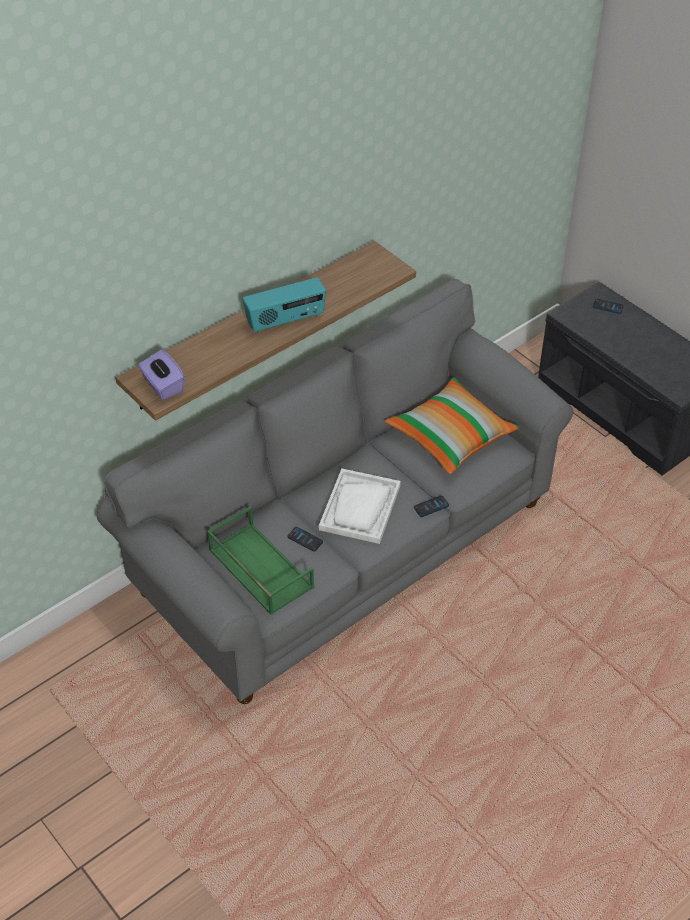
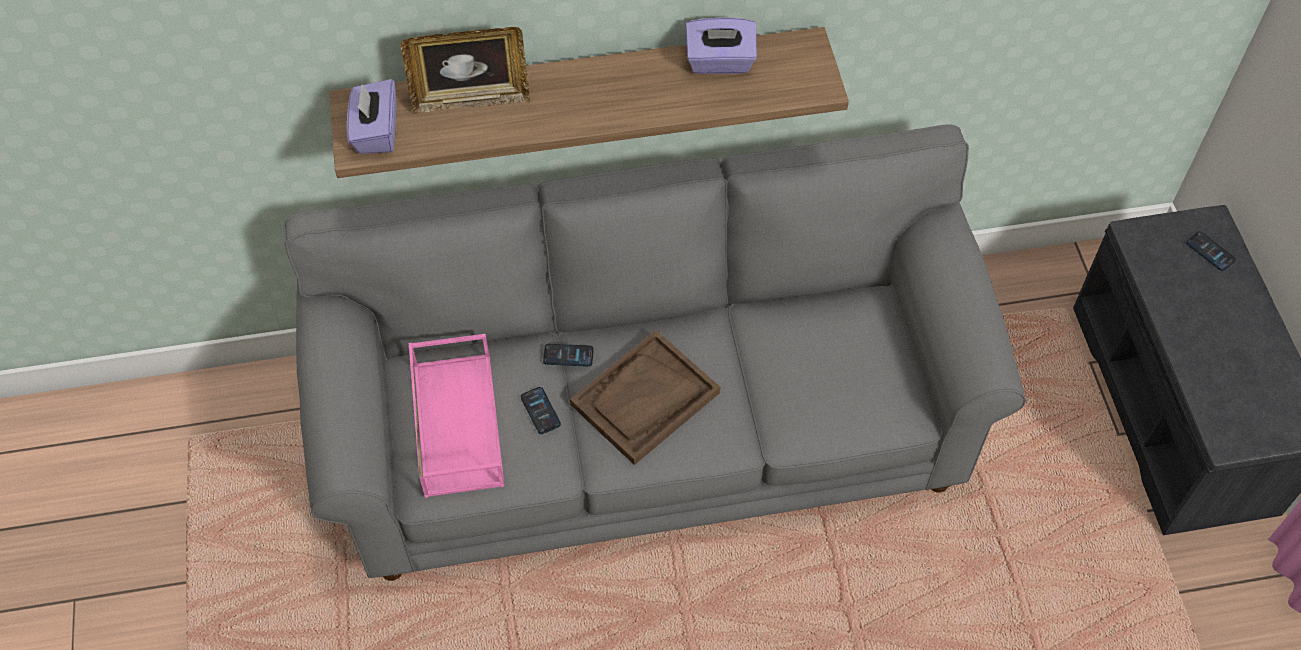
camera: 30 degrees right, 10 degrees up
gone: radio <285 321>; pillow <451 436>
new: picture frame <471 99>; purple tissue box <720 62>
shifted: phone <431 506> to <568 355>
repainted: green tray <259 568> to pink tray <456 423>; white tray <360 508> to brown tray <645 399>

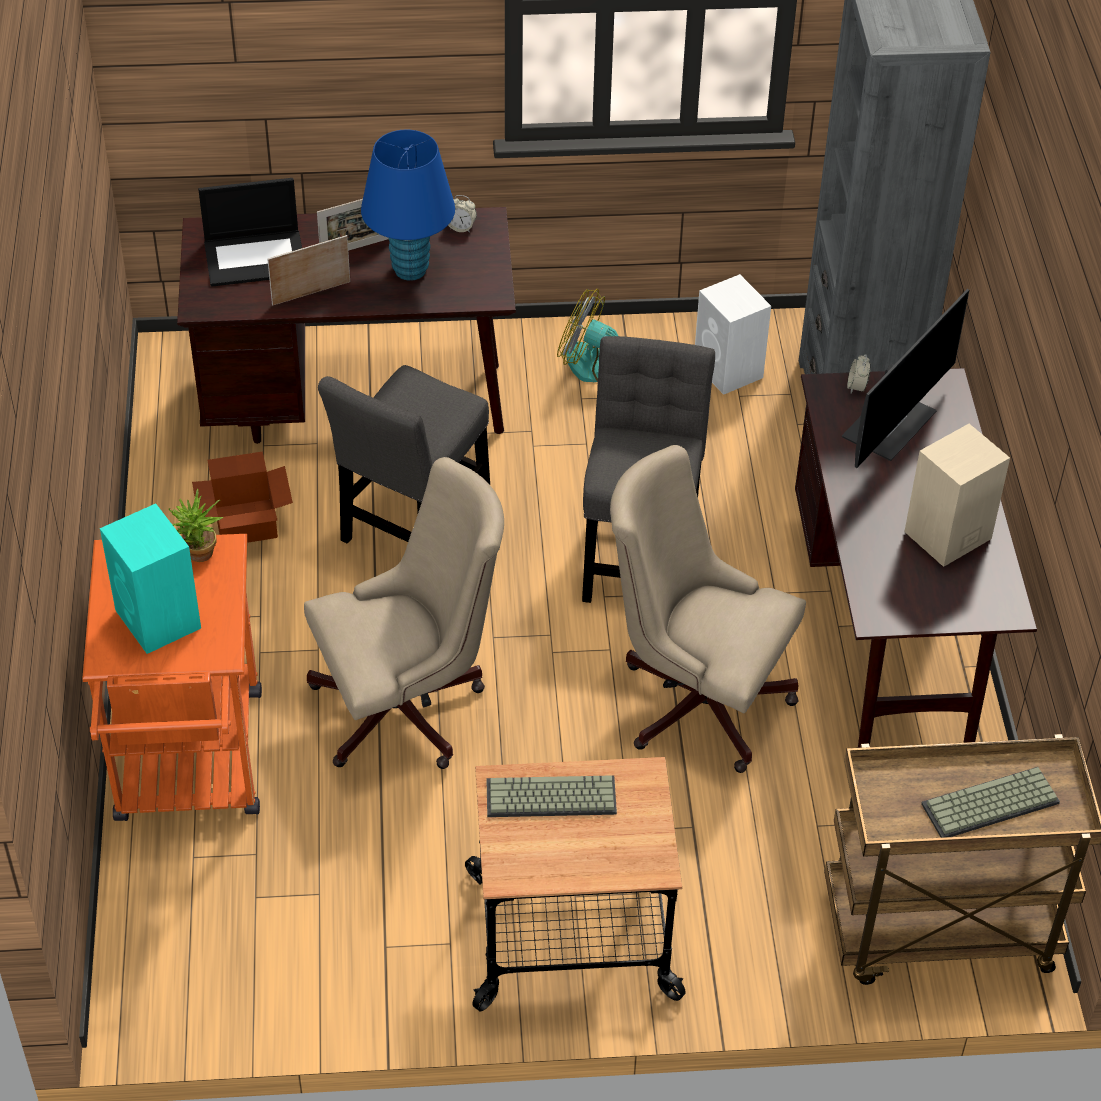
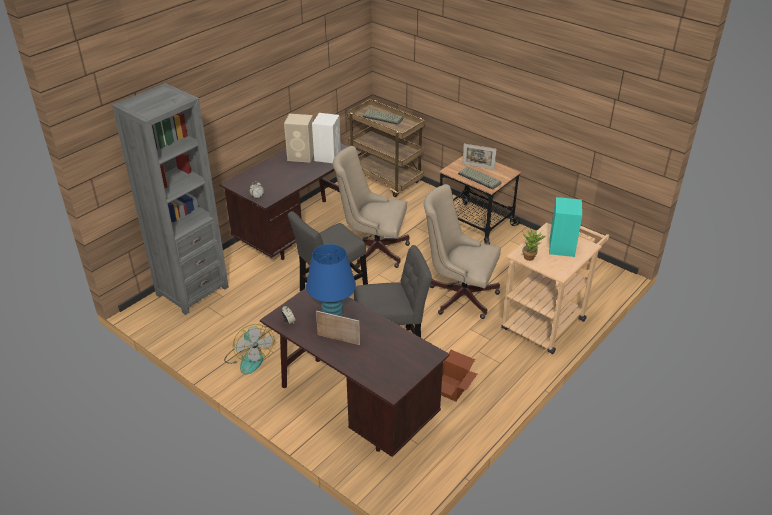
camera: 135 degrees left, 10 degrees down
gone: laptop <256 257>; monitor <889 424>
shifted: white speaker <729 371> to <327 156>; picture frame <311 293> to <478 166>
repainted: orange cart <189 769> to beige cart <547 320>
rotated: beige office chair <695 698> = <372 249> 120 degrees clockwise

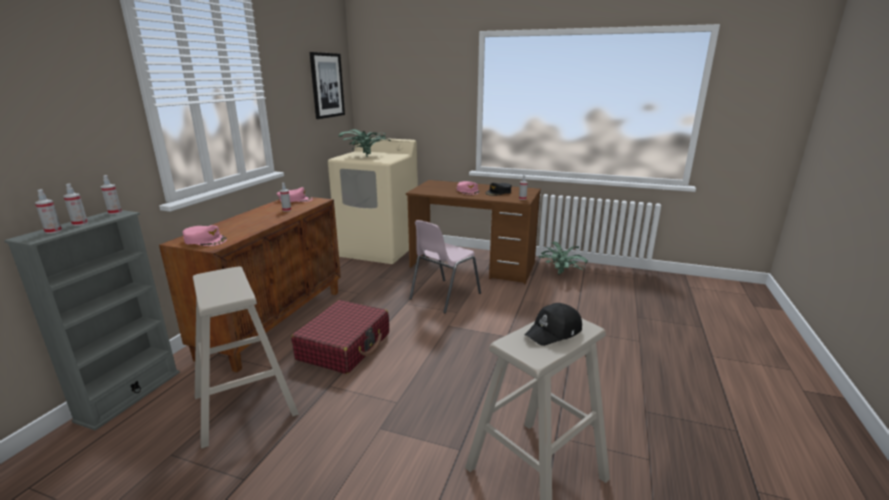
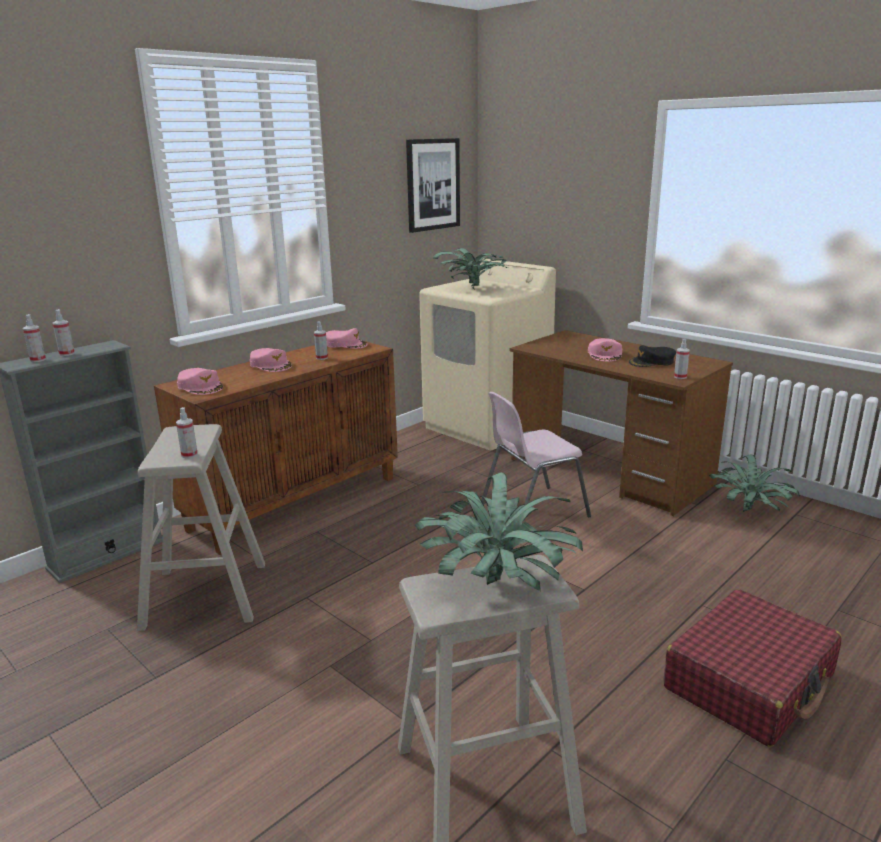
camera: 25 degrees right, 0 degrees up
new: pink cap <271 365>
shifted: spray bottle <115 212> to <189 455>; red suitcase <345 346> to <749 682>
swapped: black cap <554 332> to potted plant <499 585>

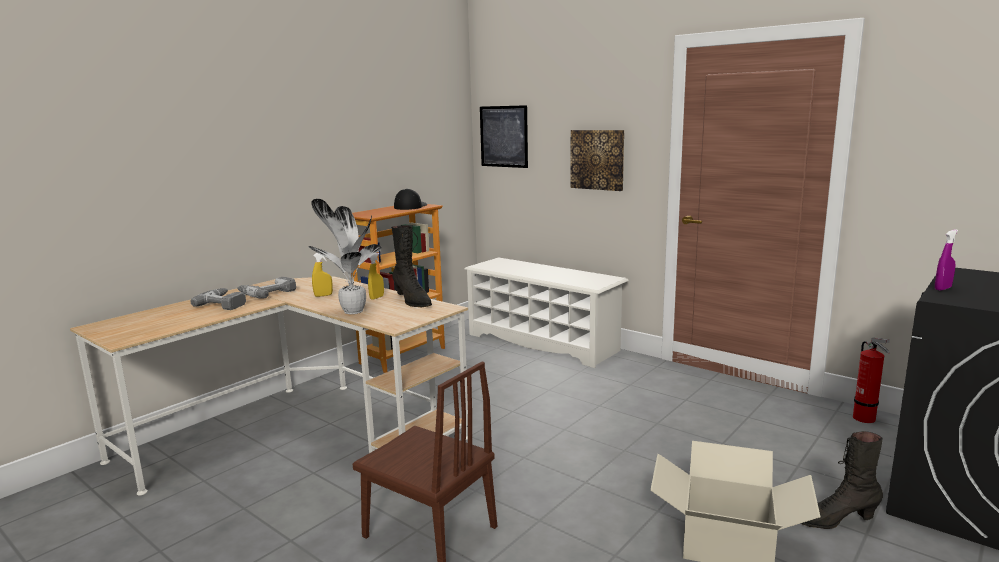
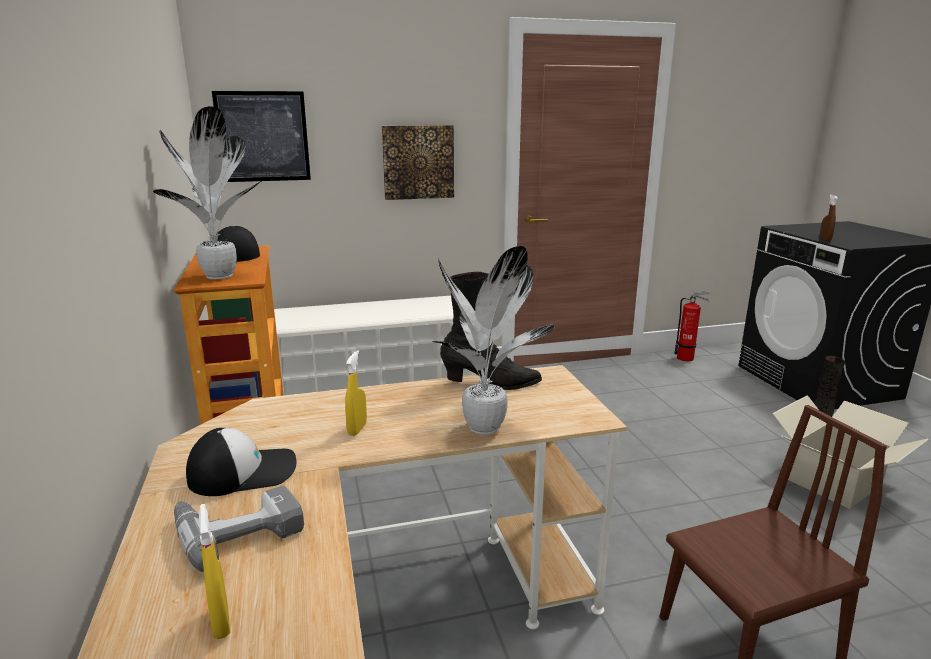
camera: 55 degrees left, 5 degrees up
new: potted plant <220 277>
shifted: yellow spray bottle <377 297> to <221 622>
swapped: power drill <266 293> to cap <244 471>
repainted: purple spray bottle <942 288> to brown spray bottle <825 239>

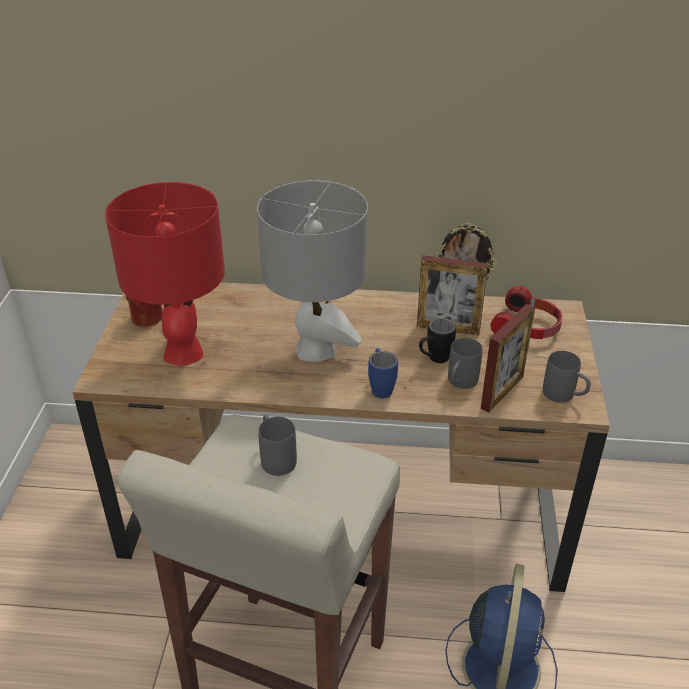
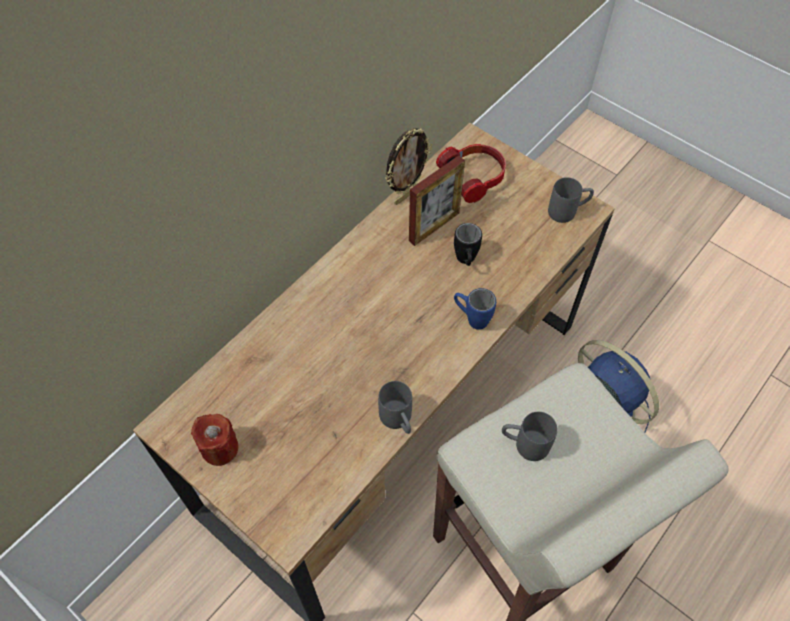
camera: 55 degrees left, 20 degrees up
gone: red table lamp <183 352>; grey table lamp <316 350>; picture frame <502 392>
shifted: grey mug <459 383> to <398 421>

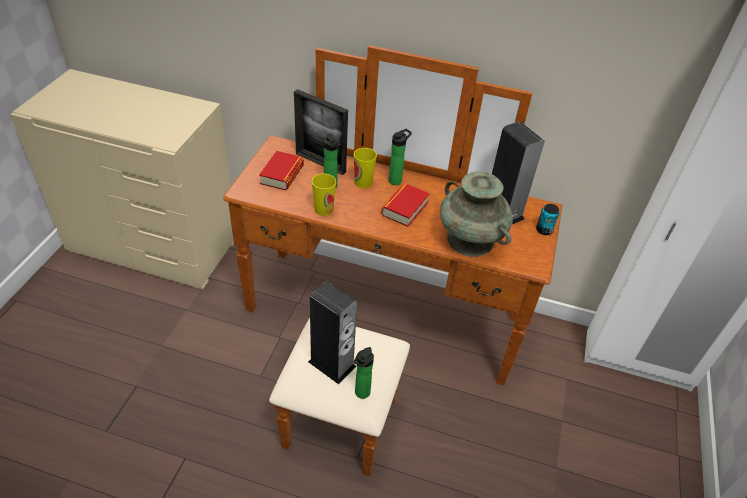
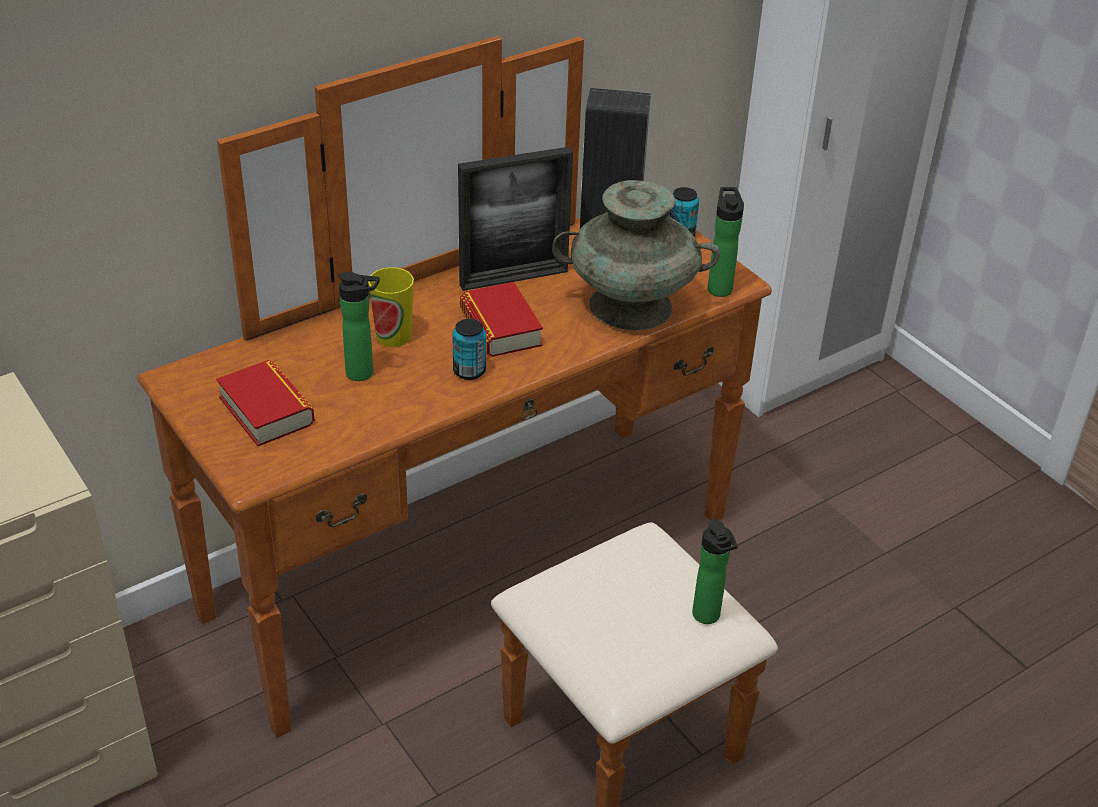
camera: 50 degrees left, 5 degrees down
gone: speaker <332 364>; cup <323 209>
new: can <469 371>
shifted: picture frame <320 163> to <513 278>; bottle <396 180> to <719 287>

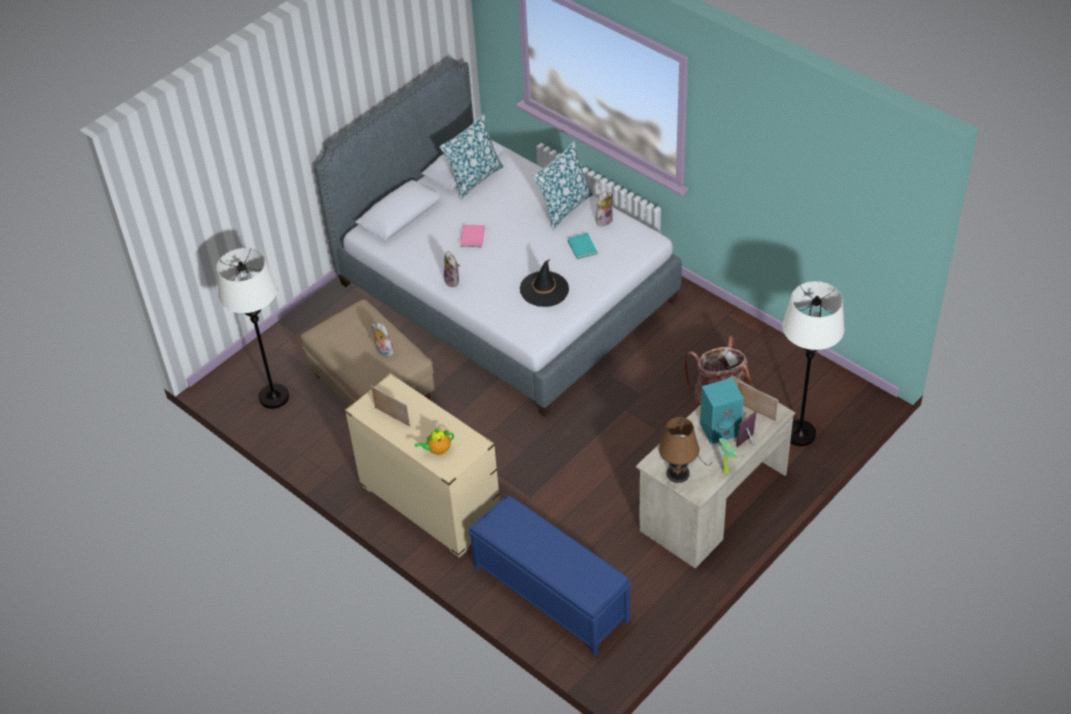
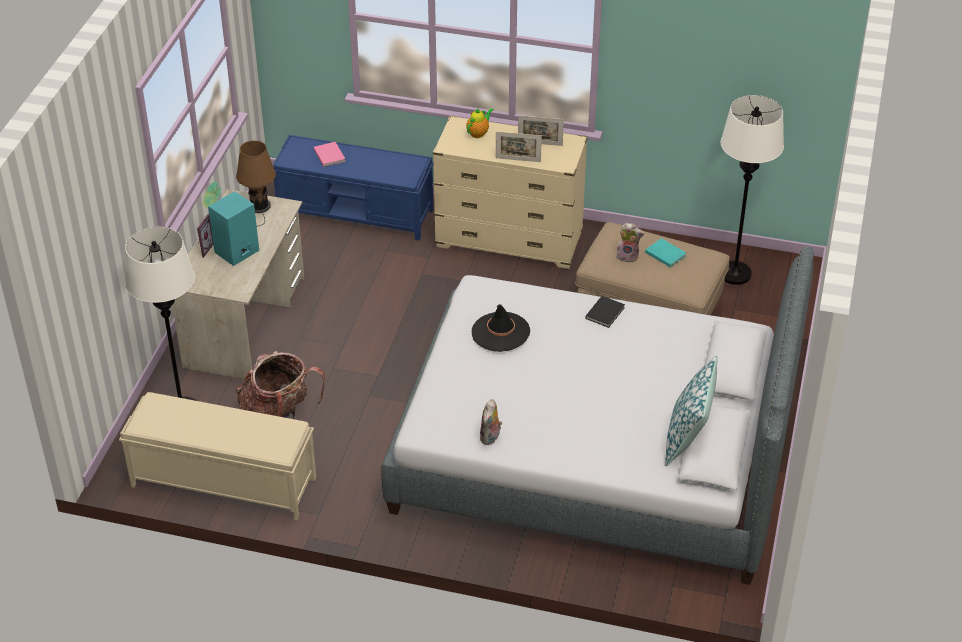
camera: 150 degrees right, 5 degrees down
gone: pillow <564 207>
new: beige bench <222 481>
shifted: pink book <472 237> to <329 155>; picture frame <756 411> to <518 160>; turquoise book <582 248> to <665 253>
swapped: plush toy <453 281> to black book <606 312>

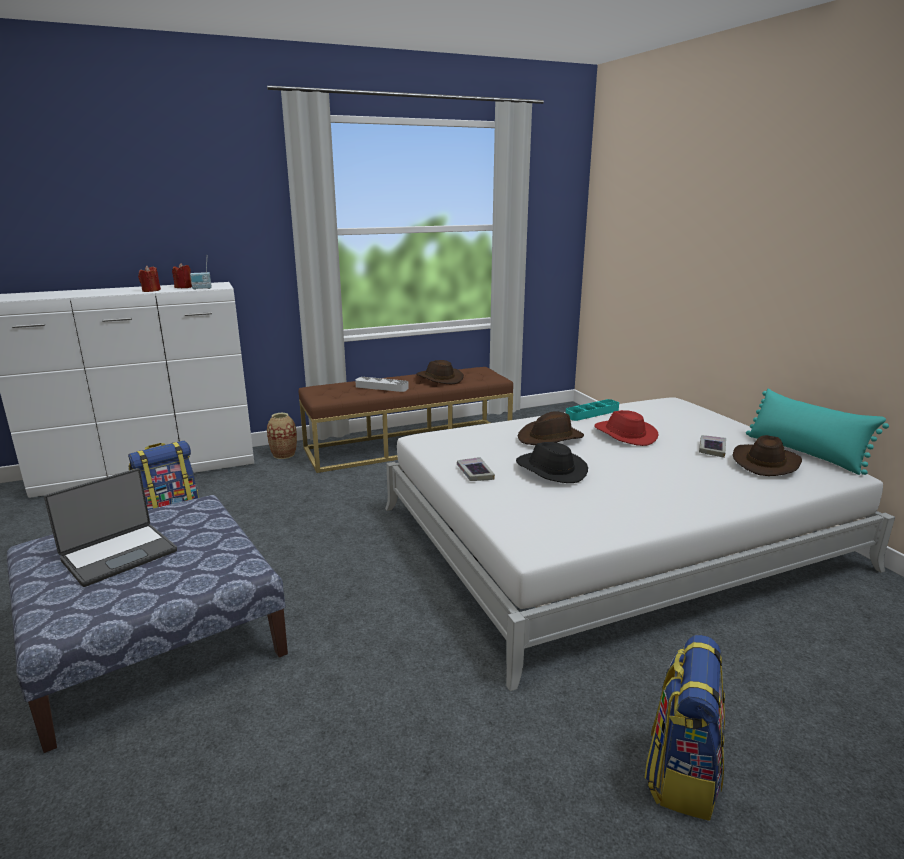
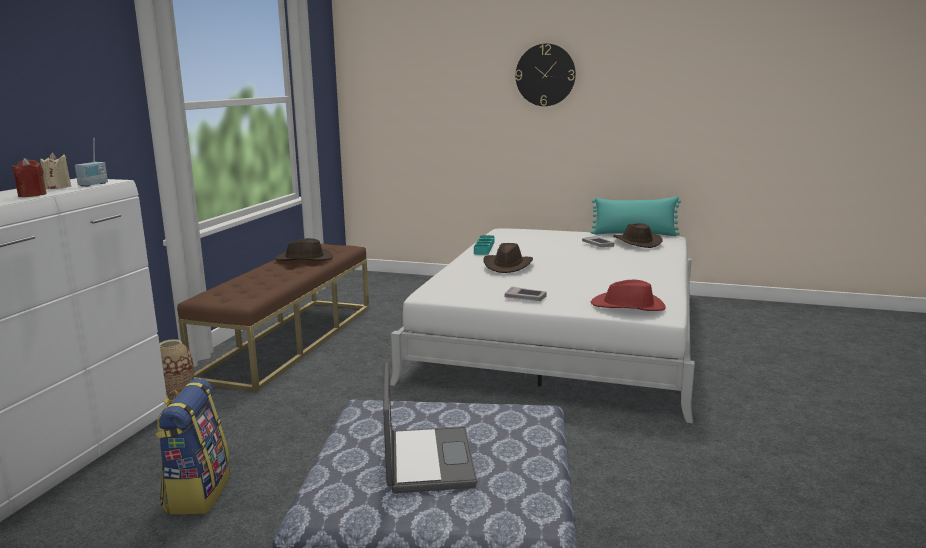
camera: 50 degrees left, 5 degrees down
gone: grey tray <382 387>; black hat <550 470>; backpack <681 773>
new: wall clock <545 75>
shifted: red hat <624 435> to <628 306>
repainted: red candle <184 287> to beige candle <58 187>

